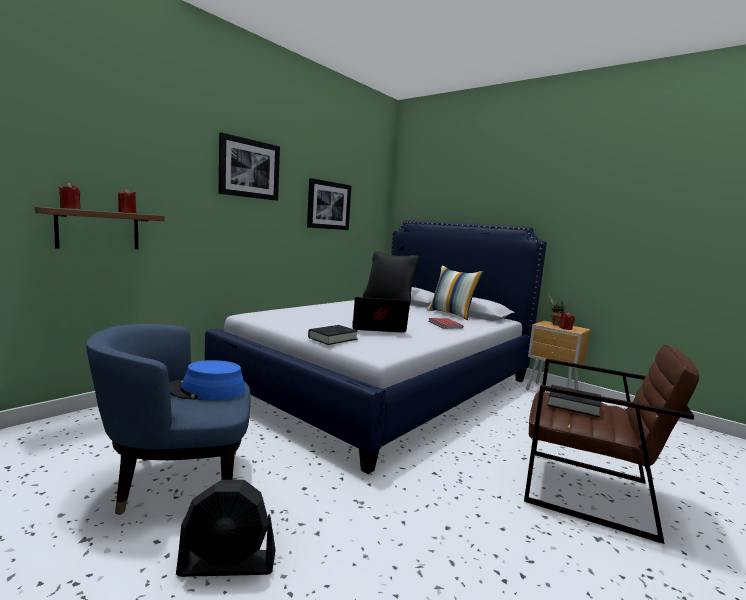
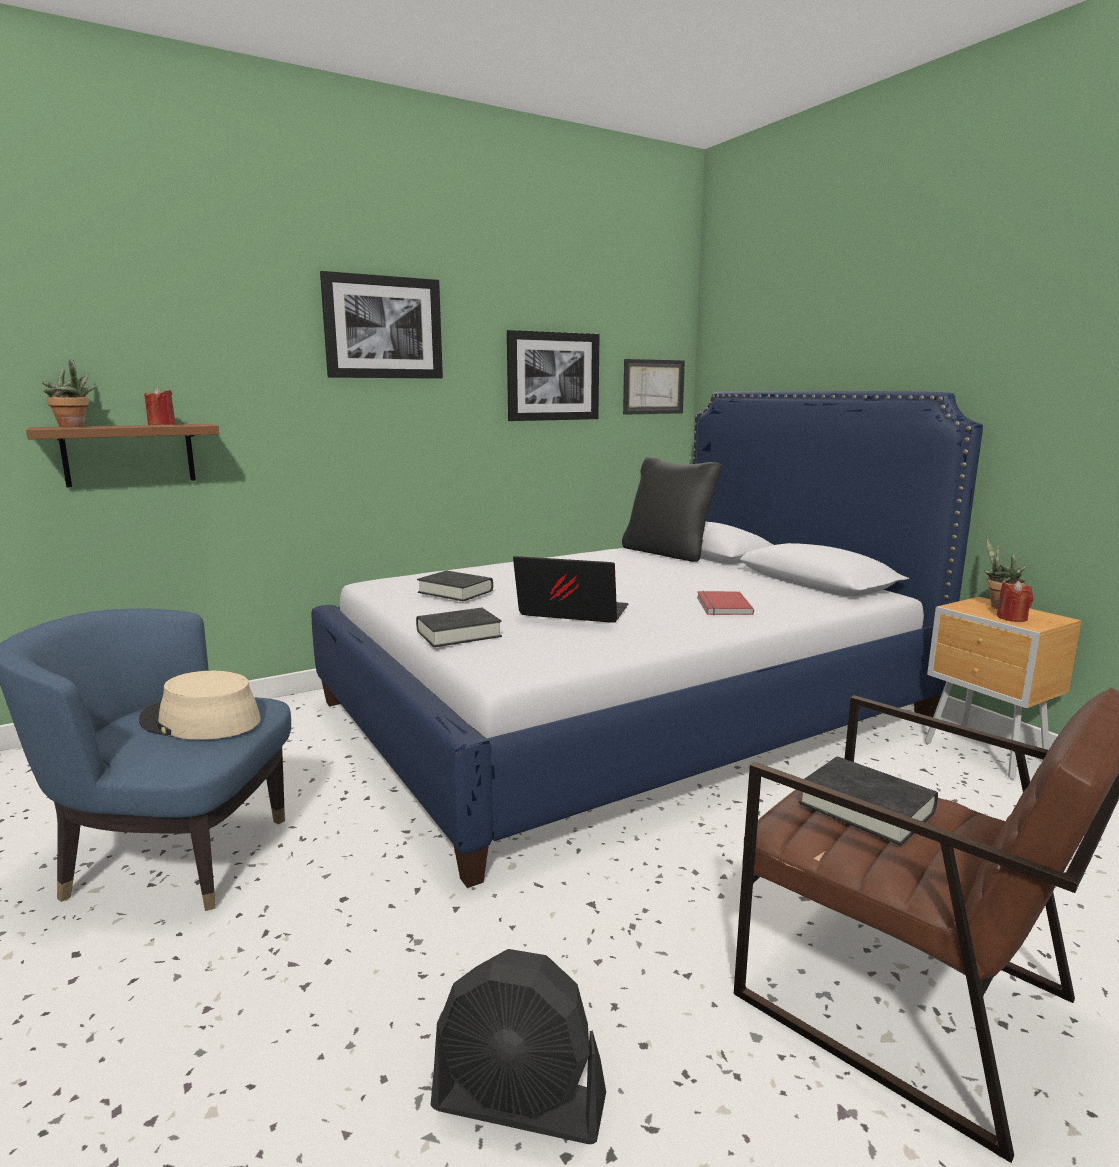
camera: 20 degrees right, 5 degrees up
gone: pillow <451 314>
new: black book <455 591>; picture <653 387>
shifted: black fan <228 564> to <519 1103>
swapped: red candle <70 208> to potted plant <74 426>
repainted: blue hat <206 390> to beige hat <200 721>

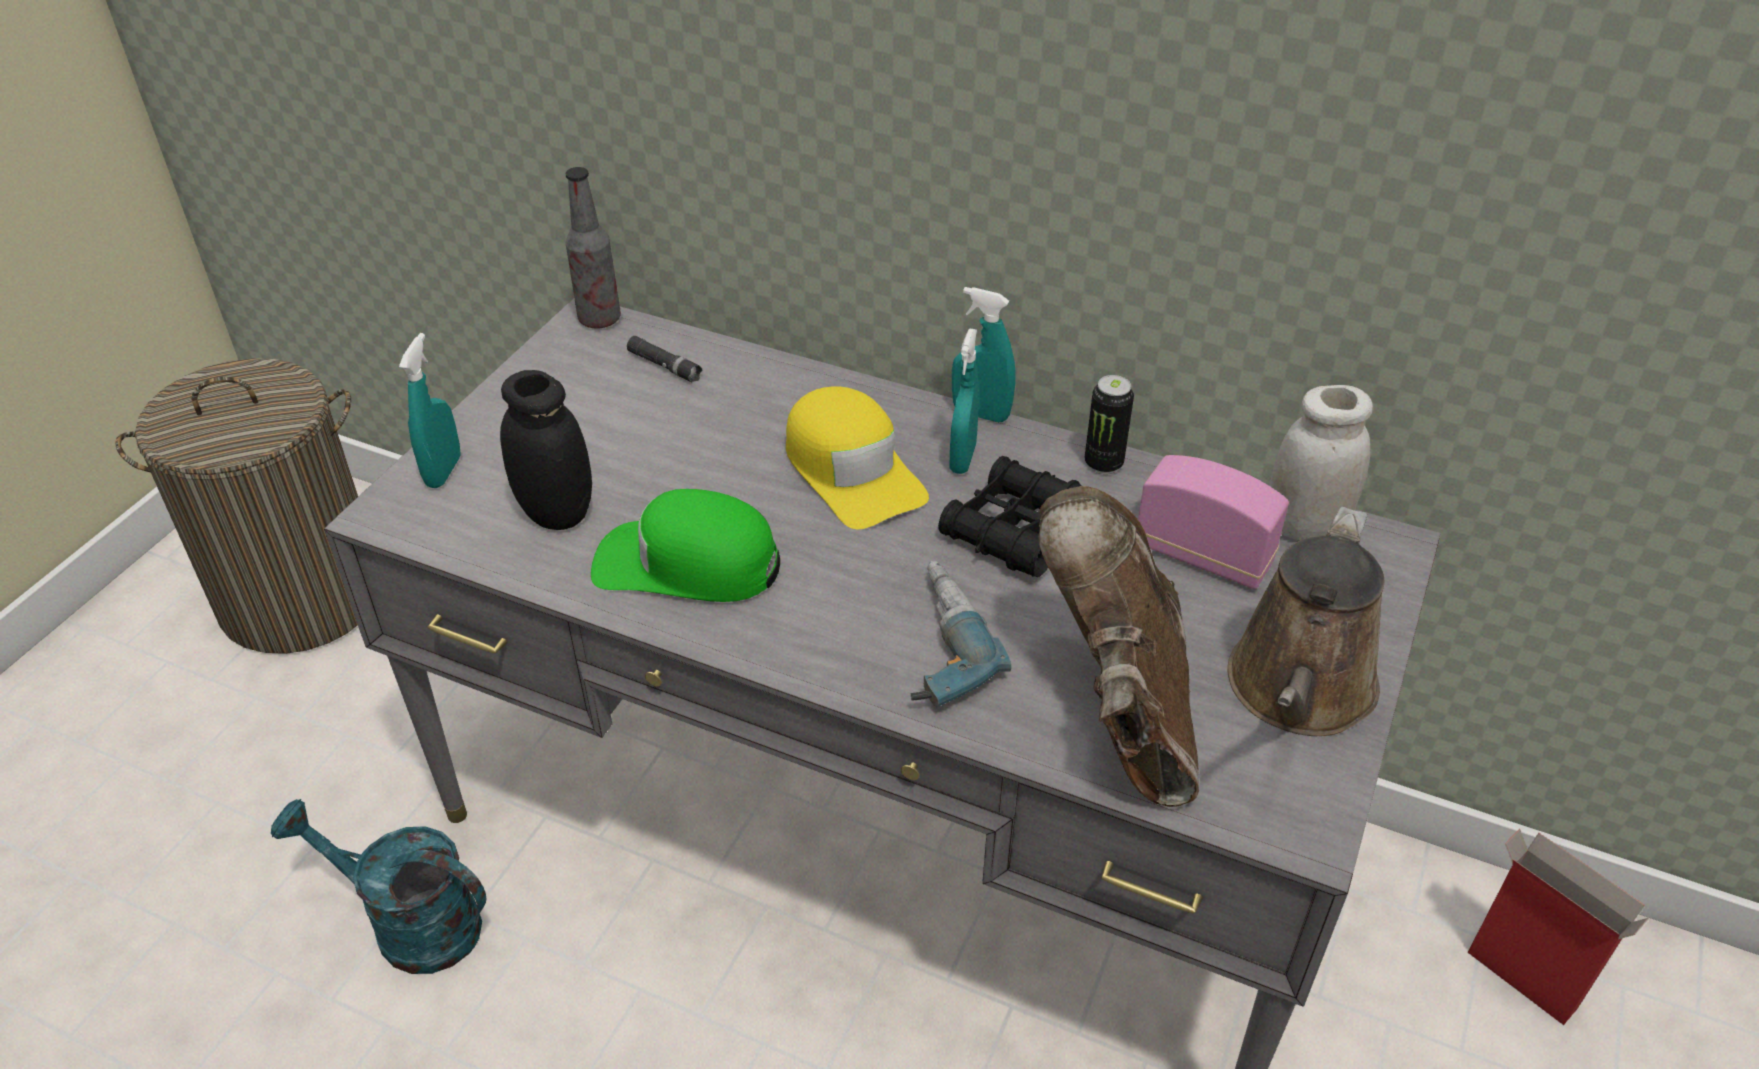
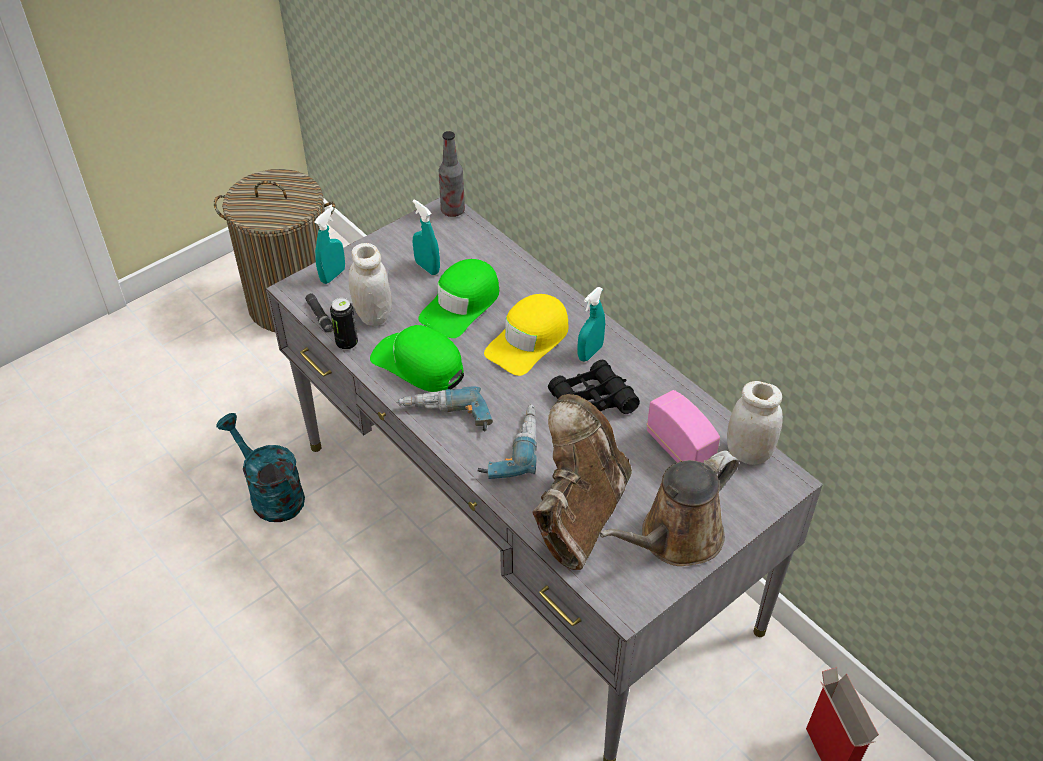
camera: 25 degrees right, 5 degrees up
new: power drill <444 419>; green cap <461 305>
shifted: black flashlight <665 366> to <320 316>; can <1103 463> to <347 343>; turquoise spray bottle <981 414> to <427 267>
repainted: black jar <556 512> to white jar <373 315>
rotated: yellow cap <852 471> = <529 341> 45 degrees clockwise

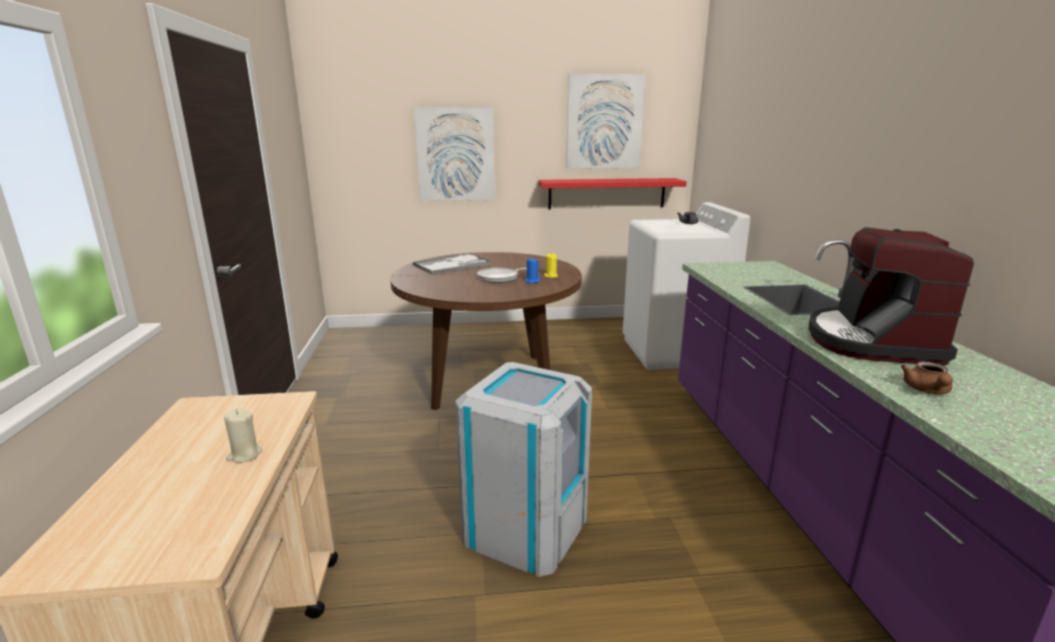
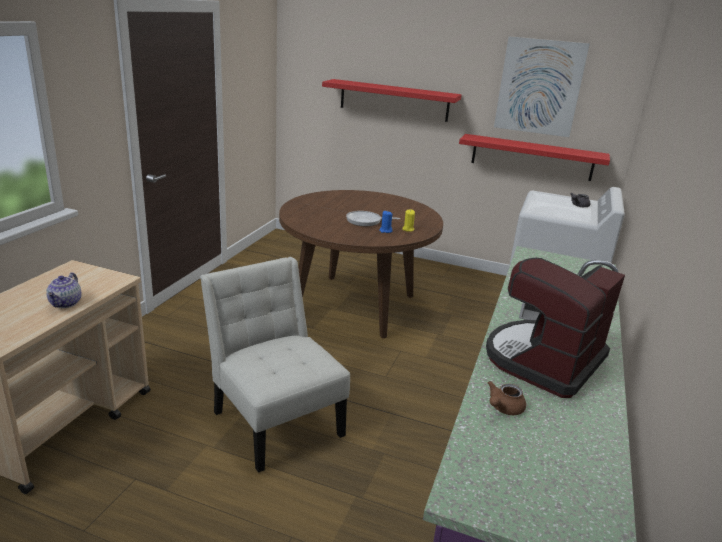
camera: 25 degrees right, 5 degrees up
gone: tray <452 265>
swapped: beige candle <244 455> to teapot <66 303>; grey trash can <525 528> to white chair <275 419>; picture <455 155> to red shelf <394 100>

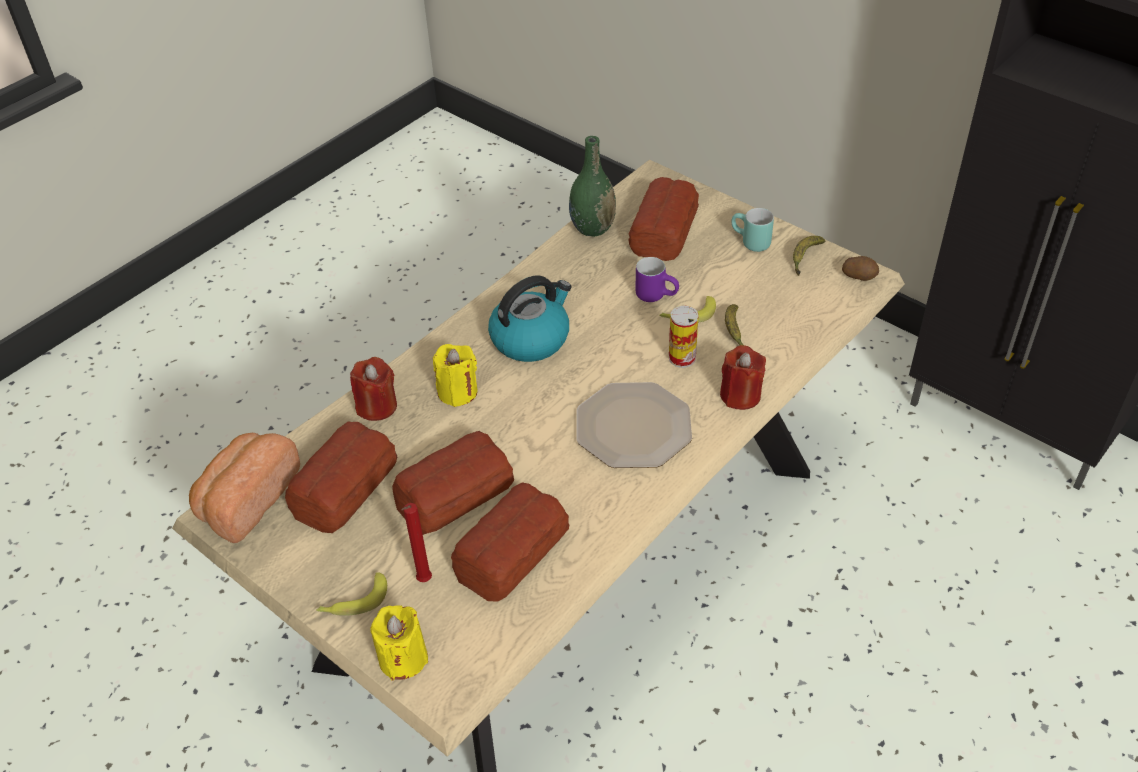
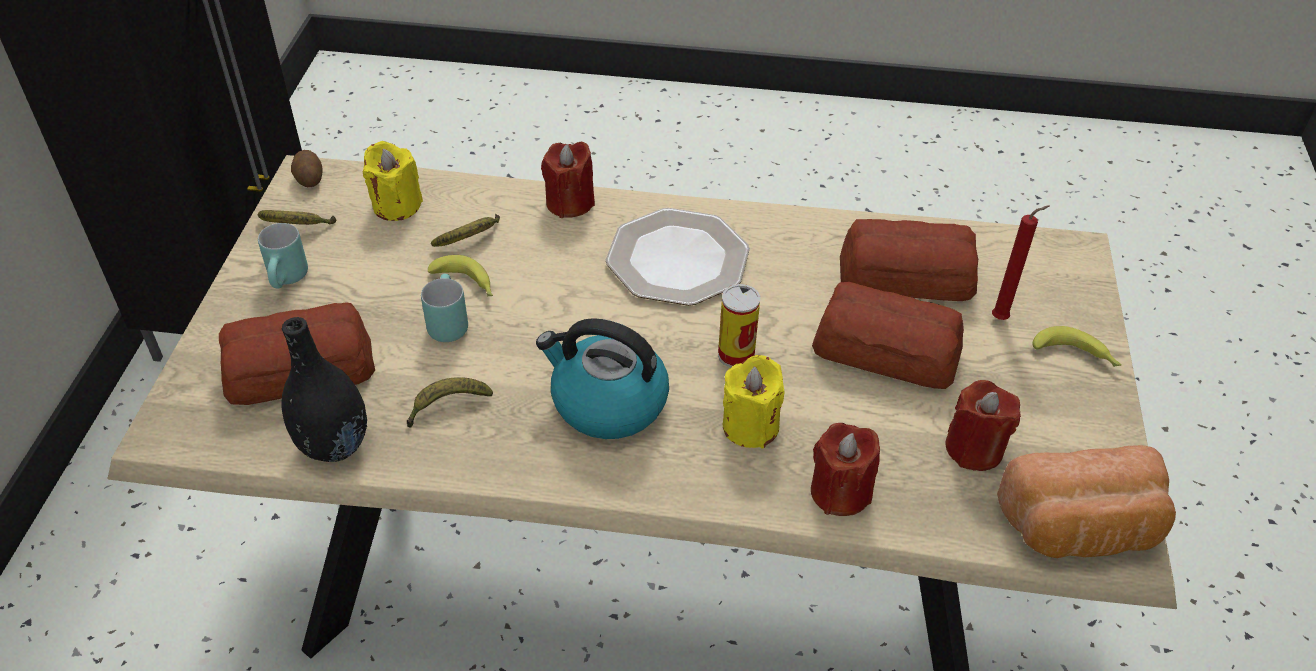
camera: 125 degrees left, 0 degrees up
new: banana <447 406>
shifted: yellow candle <403 658> to <396 205>; can <682 358> to <736 354>
swapped: bread <343 487> to red candle <974 448>
repainted: green vase <592 228> to black vase <334 445>; purple mug <657 295> to turquoise mug <445 323>

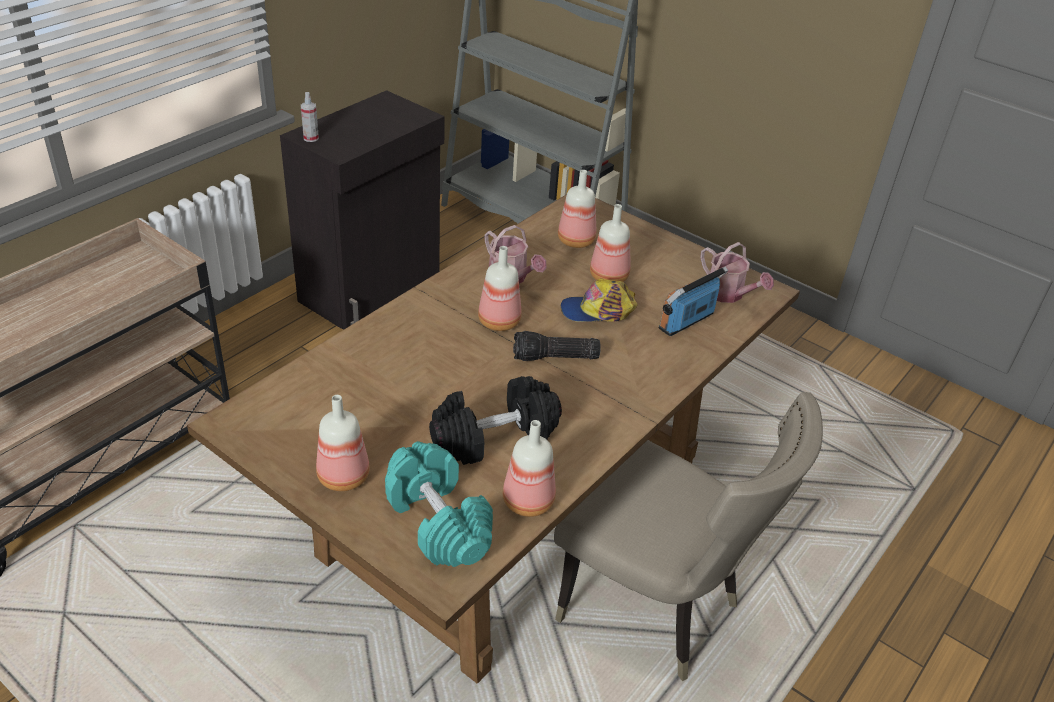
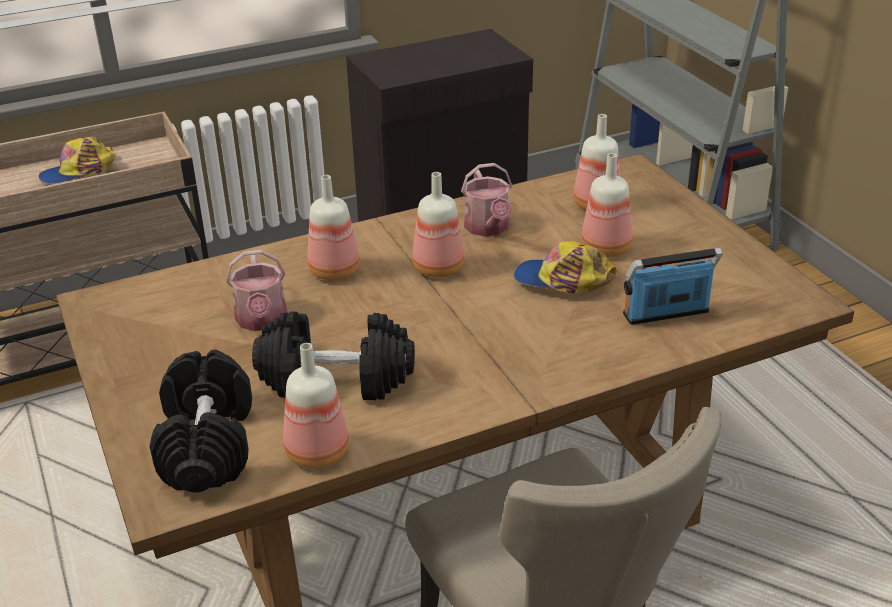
camera: 30 degrees right, 5 degrees down
gone: spray bottle <311 138>; flashlight <555 358>
new: cap <79 173>
shifted: watering can <728 294> to <261 321>; bottle <345 476> to <336 271>
repainted: turquoise dumbbell <439 522> to black dumbbell <208 445>

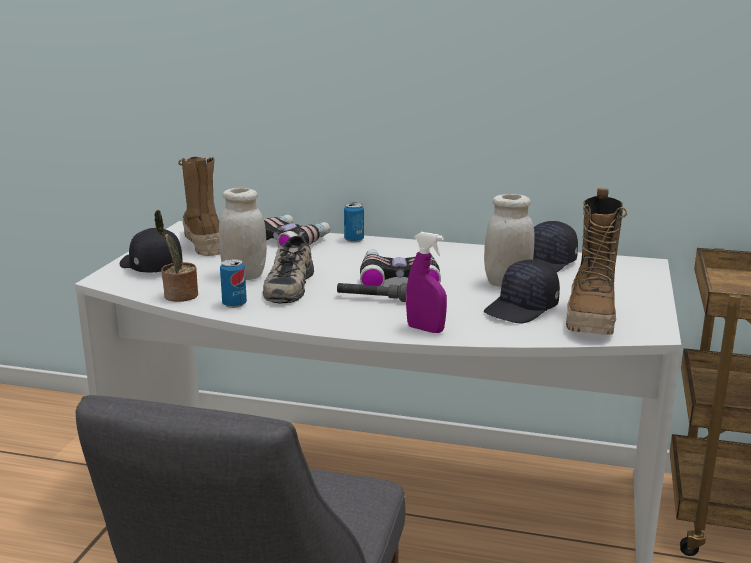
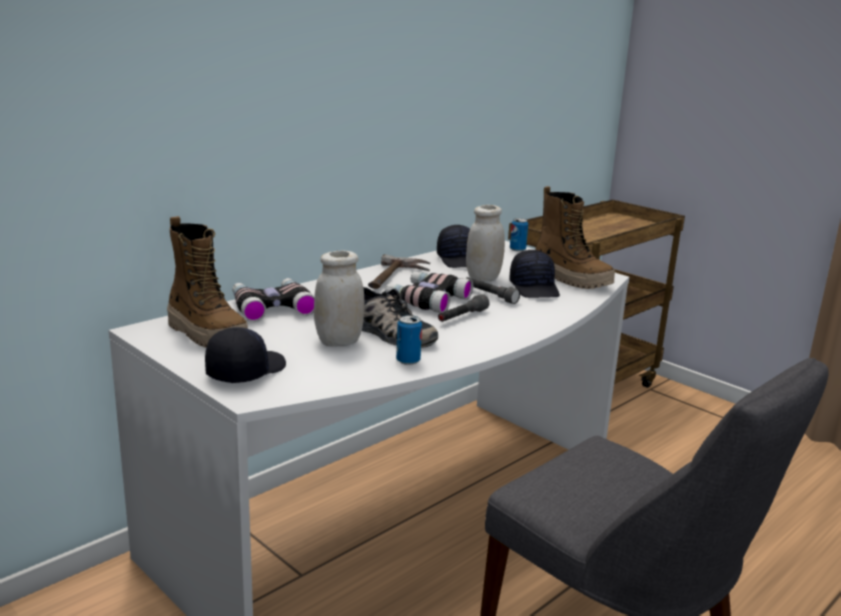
camera: 60 degrees left, 0 degrees up
gone: potted plant <179 296>; purple spray bottle <425 329>
new: hammer <396 278>; grey flashlight <490 296>
shifted: can <354 240> to <517 249>
rotated: boot <203 241> = <207 335> 150 degrees counterclockwise; black cap <150 266> = <245 371> 135 degrees clockwise

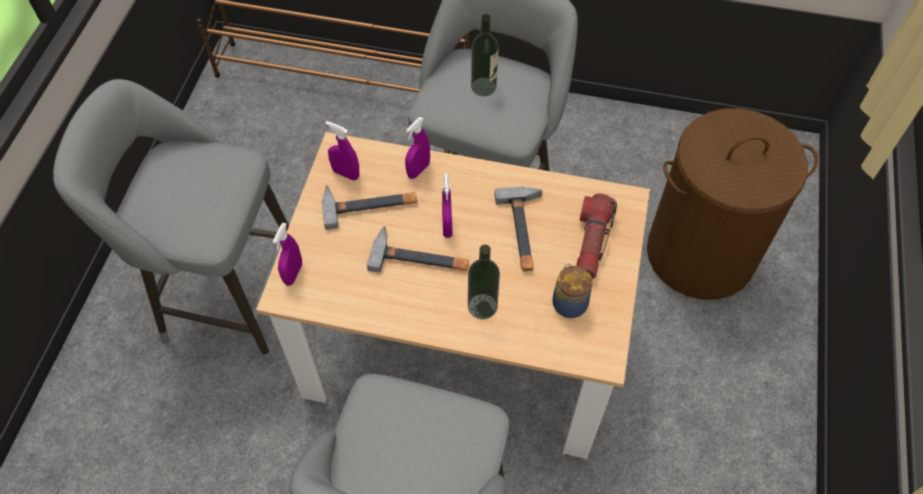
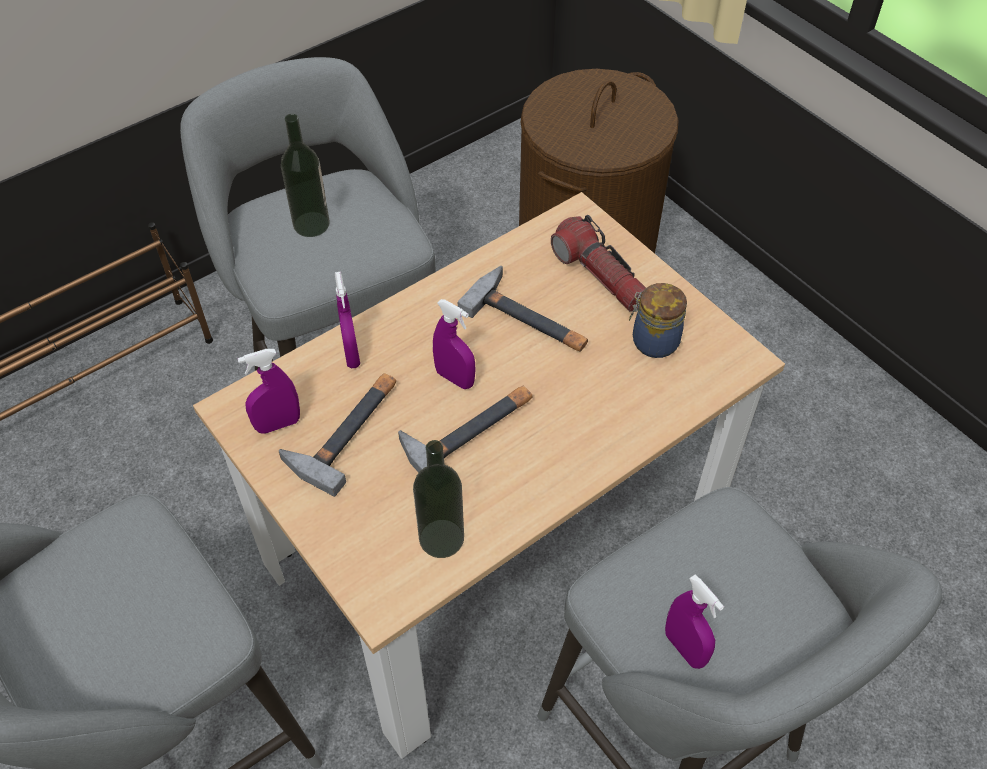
camera: 50 degrees left, 5 degrees down
shifted: bottle <482 306> to <441 538>; purple spray bottle <293 274> to <684 648>

